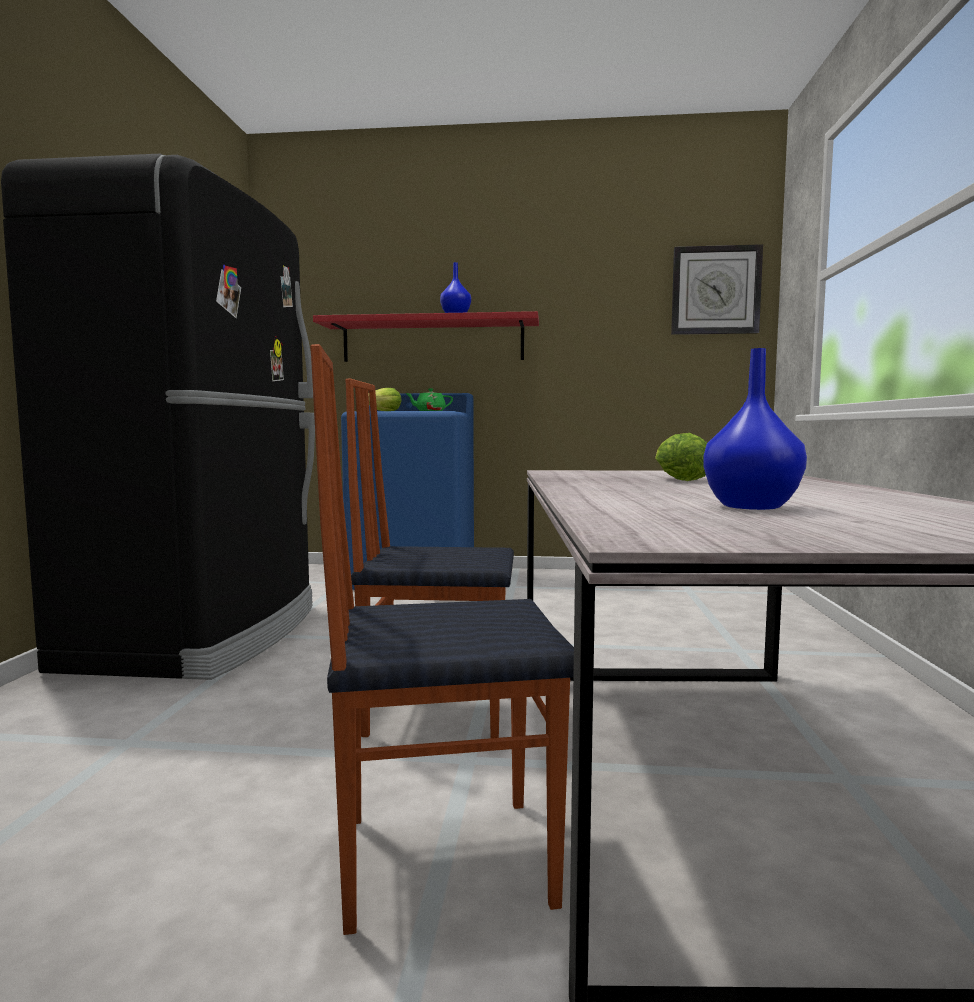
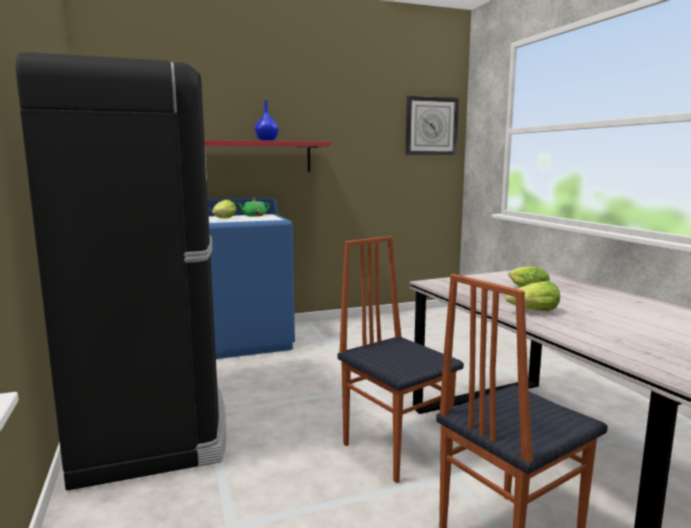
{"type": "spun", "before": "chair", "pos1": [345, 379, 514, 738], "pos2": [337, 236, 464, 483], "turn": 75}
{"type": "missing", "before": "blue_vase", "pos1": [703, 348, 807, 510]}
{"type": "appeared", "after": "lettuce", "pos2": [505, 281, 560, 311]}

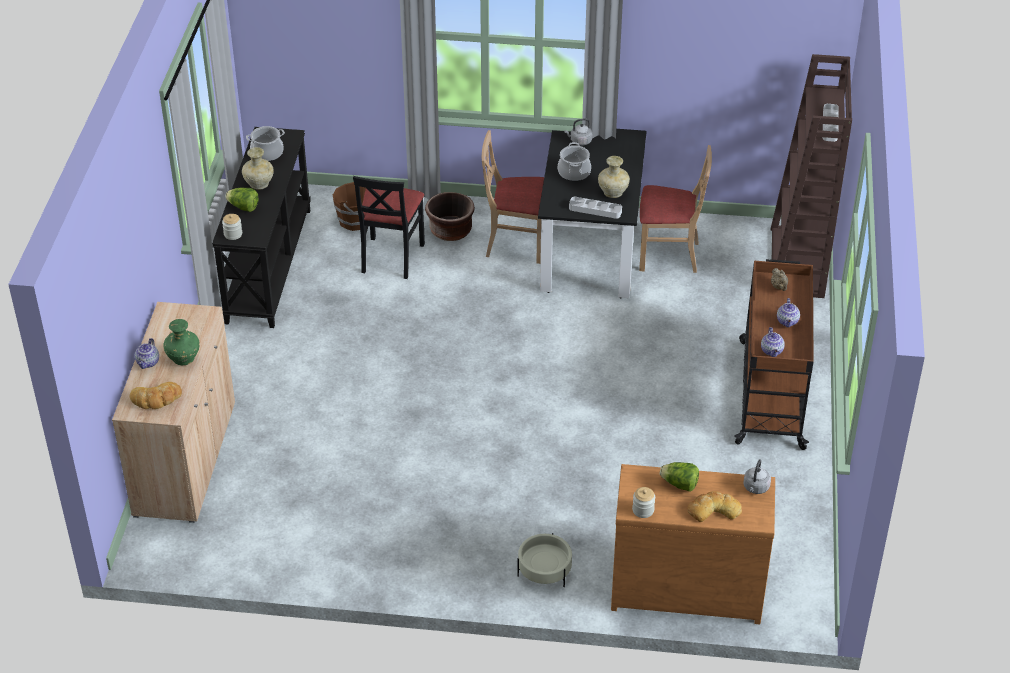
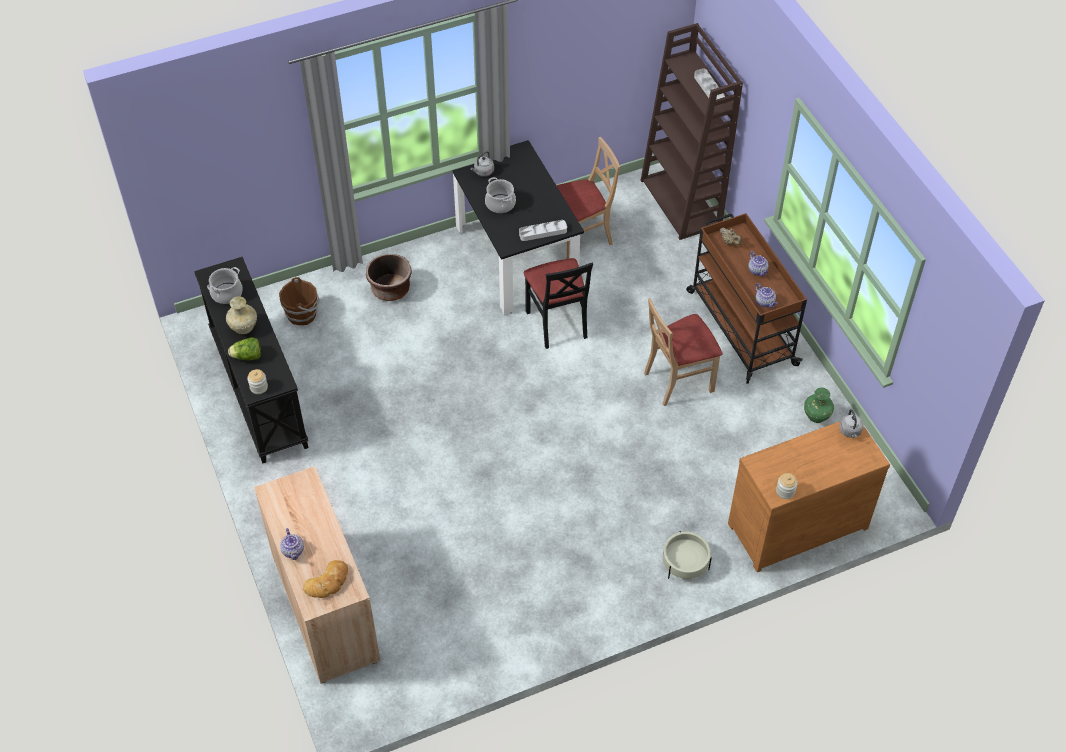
{"type": "relocated", "before": "green_vase", "pos1": [163, 319, 200, 365], "pos2": [804, 388, 834, 423]}
{"type": "relocated", "before": "black_chair", "pos1": [353, 176, 425, 279], "pos2": [524, 258, 593, 349]}
{"type": "relocated", "before": "beige_chair", "pos1": [482, 130, 544, 264], "pos2": [644, 298, 722, 406]}
{"type": "missing", "before": "beige_vase", "pos1": [598, 156, 630, 198]}
{"type": "missing", "before": "lettuce", "pos1": [660, 462, 699, 492]}
{"type": "missing", "before": "bread", "pos1": [687, 491, 742, 522]}

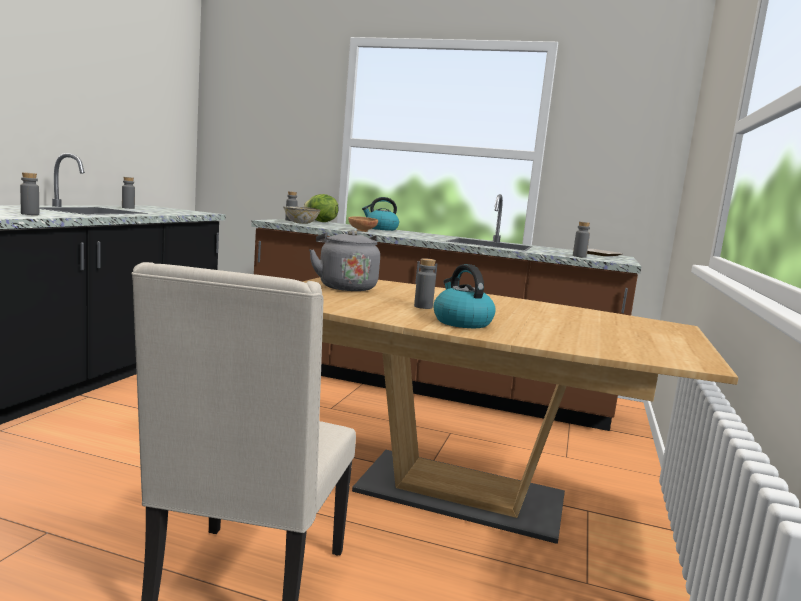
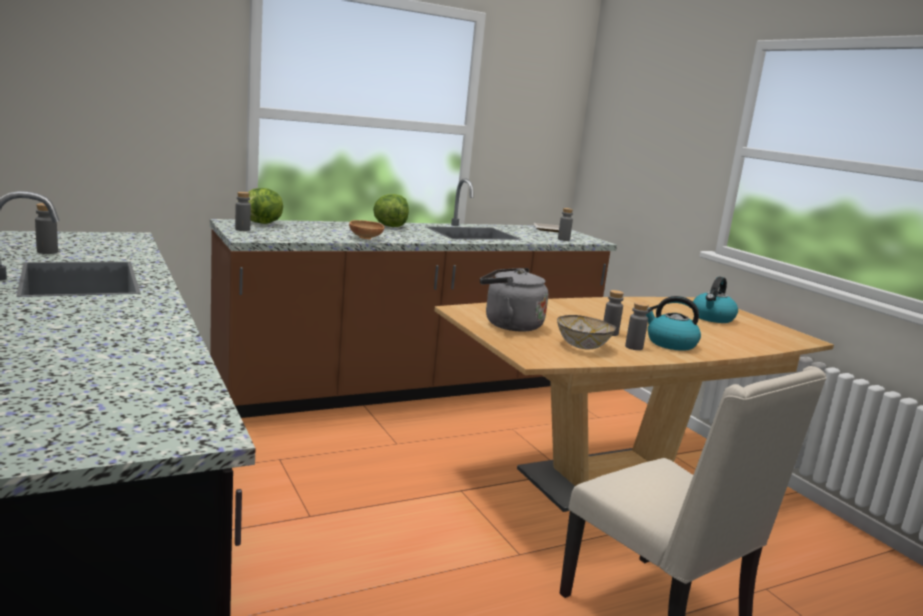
{"type": "relocated", "before": "grey_bottle", "pos1": [20, 172, 39, 215], "pos2": [625, 302, 649, 350]}
{"type": "relocated", "before": "bowl", "pos1": [283, 206, 321, 224], "pos2": [557, 315, 616, 349]}
{"type": "relocated", "before": "kettle", "pos1": [362, 197, 399, 231], "pos2": [693, 277, 738, 323]}
{"type": "appeared", "after": "lettuce", "pos2": [373, 194, 409, 227]}

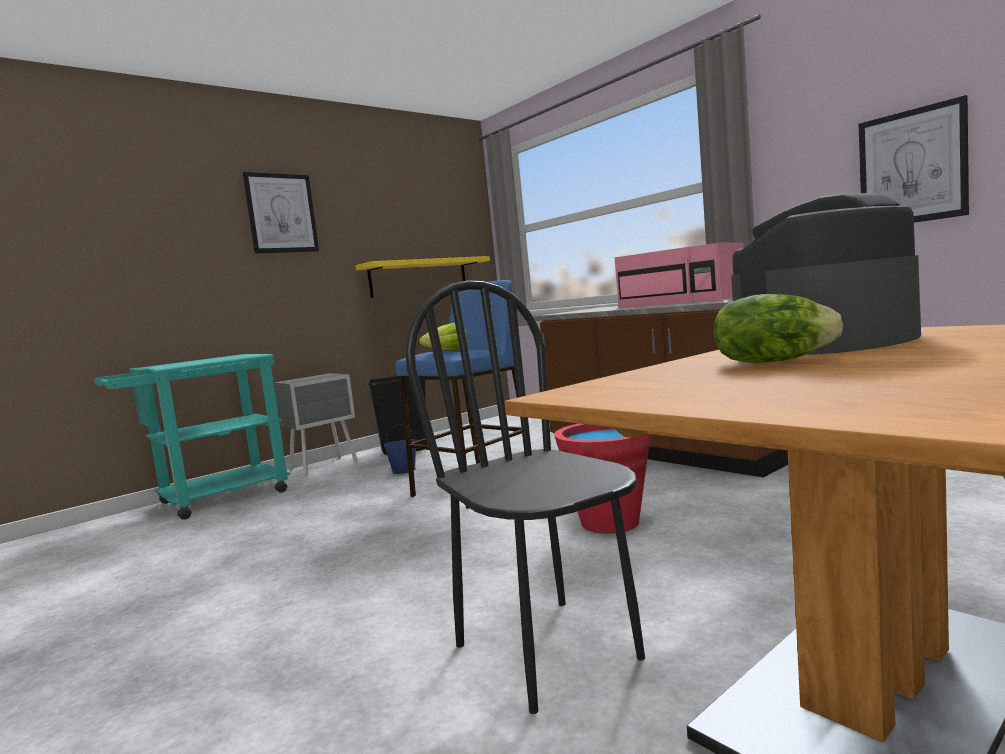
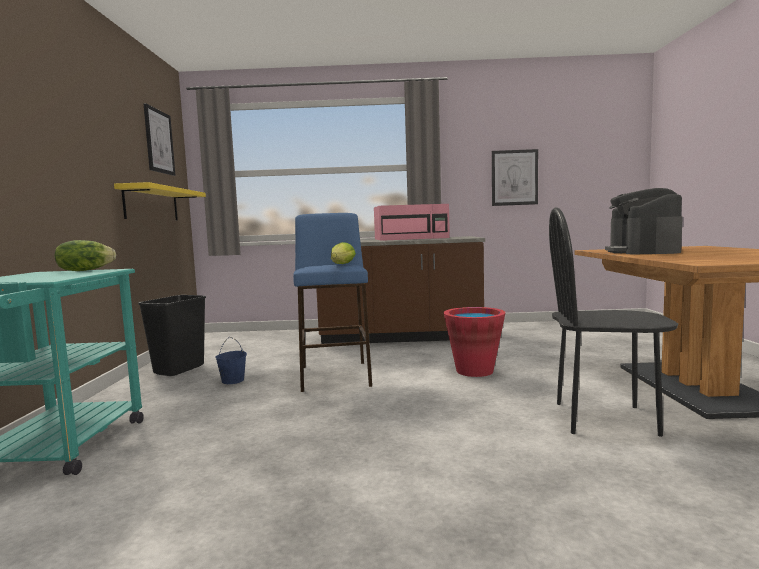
{"type": "relocated", "before": "picture", "pos1": [243, 172, 319, 253], "pos2": [144, 103, 175, 176]}
{"type": "missing", "before": "grey_nightstand", "pos1": [274, 373, 358, 476]}
{"type": "relocated", "before": "lettuce", "pos1": [714, 294, 843, 363], "pos2": [54, 240, 116, 271]}

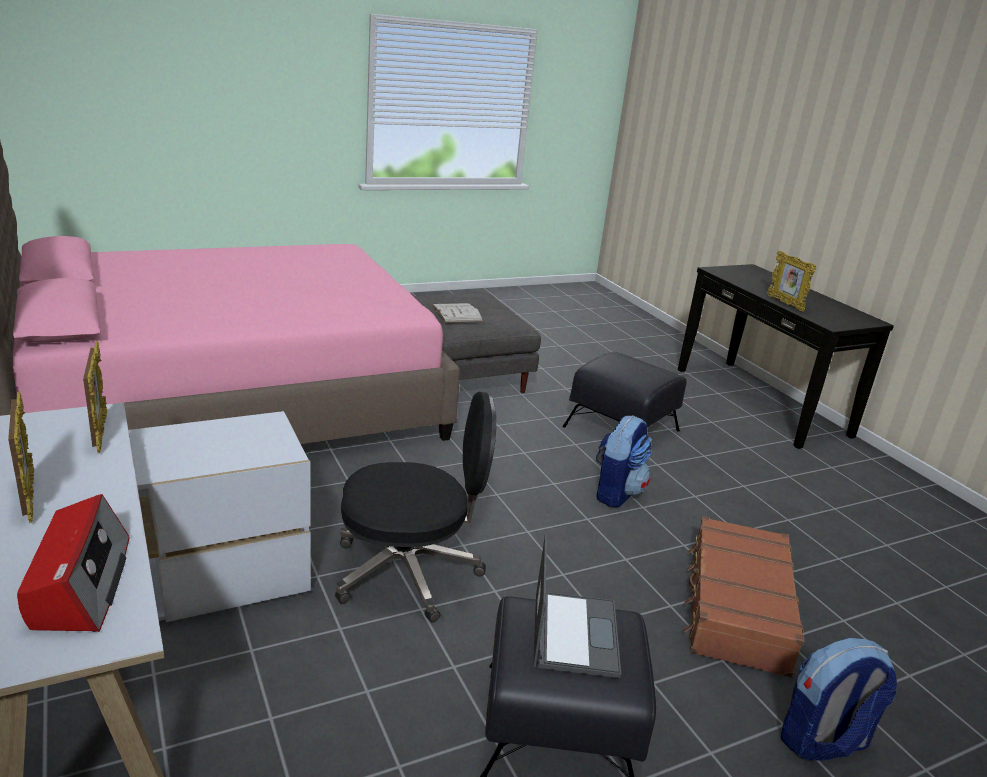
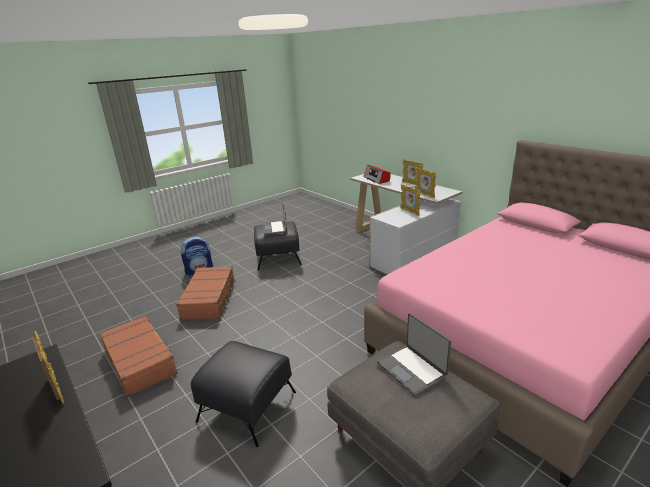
{"type": "missing", "before": "black_office_chair", "pos1": [335, 392, 496, 622]}
{"type": "exchanged", "before": "white_book", "after": "laptop", "pos1": [432, 303, 483, 323], "pos2": [377, 313, 451, 396]}
{"type": "missing", "before": "backpack", "pos1": [596, 415, 652, 507]}
{"type": "appeared", "after": "brown_suitcase", "pos2": [99, 316, 177, 397]}
{"type": "appeared", "after": "picture_frame", "pos2": [400, 184, 421, 216]}

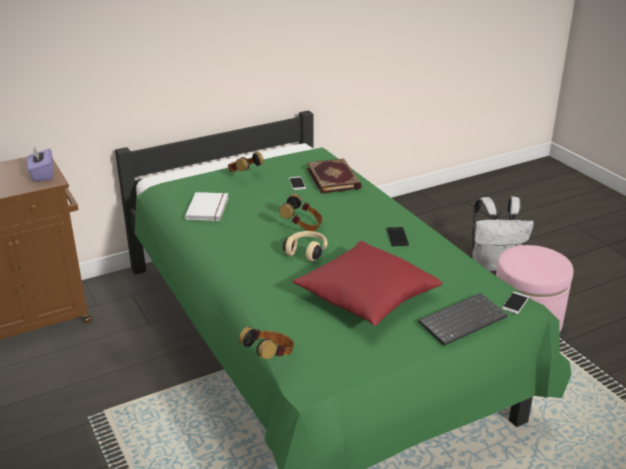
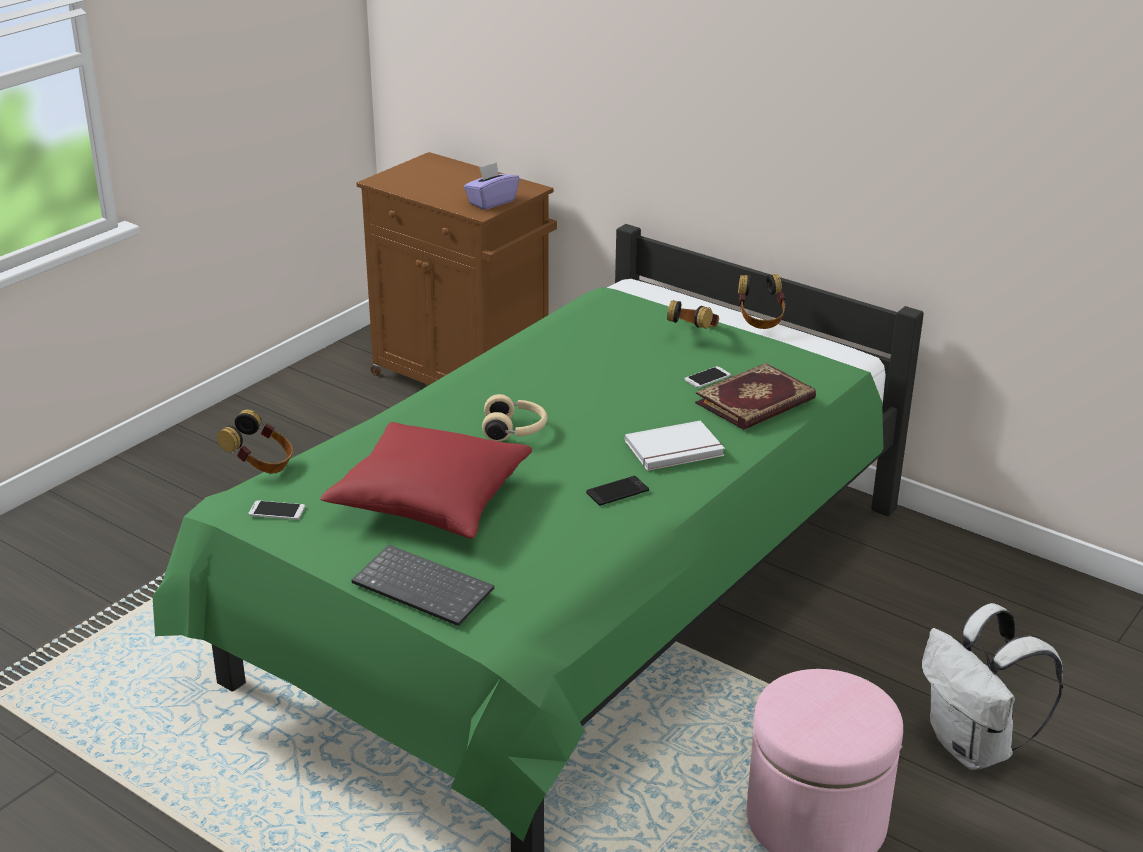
{"type": "relocated", "before": "white_book", "pos1": [185, 192, 228, 221], "pos2": [625, 420, 725, 471]}
{"type": "relocated", "before": "headphones", "pos1": [279, 194, 323, 231], "pos2": [738, 274, 786, 329]}
{"type": "relocated", "before": "phone", "pos1": [502, 292, 529, 314], "pos2": [249, 500, 305, 520]}

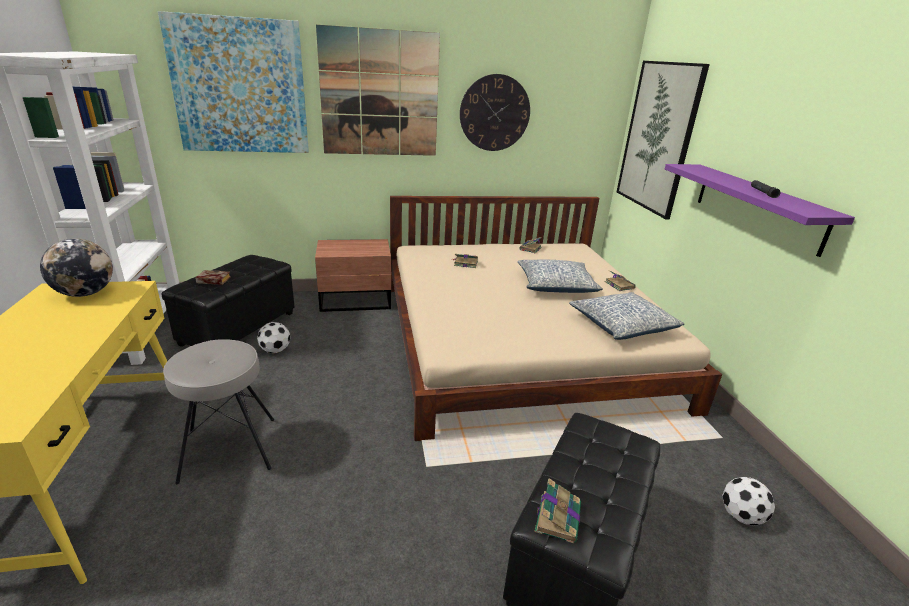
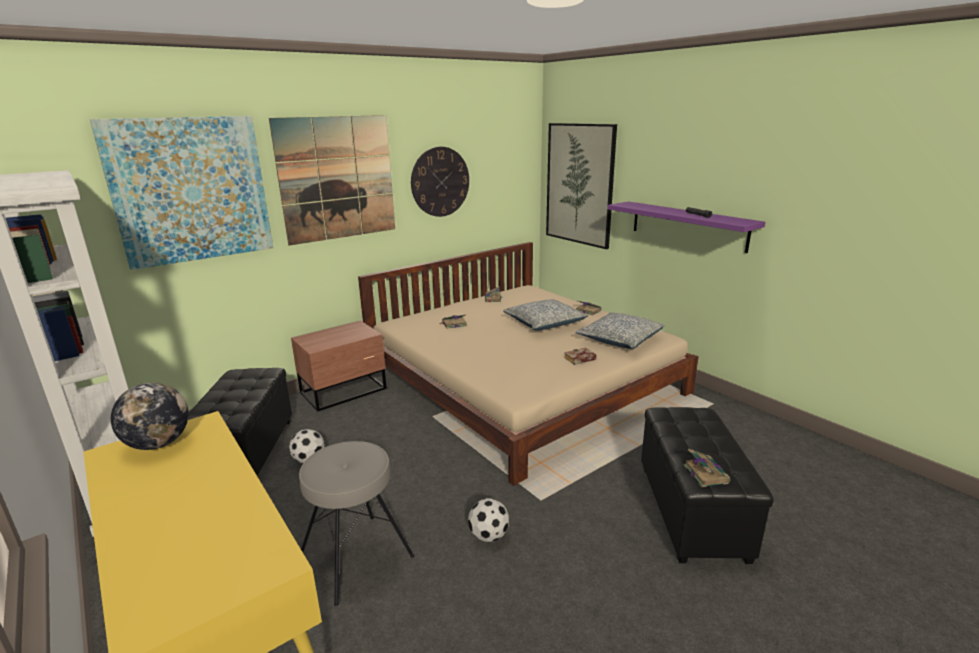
{"type": "relocated", "before": "book", "pos1": [195, 270, 231, 285], "pos2": [564, 348, 597, 365]}
{"type": "relocated", "before": "football", "pos1": [723, 477, 775, 525], "pos2": [468, 498, 509, 542]}

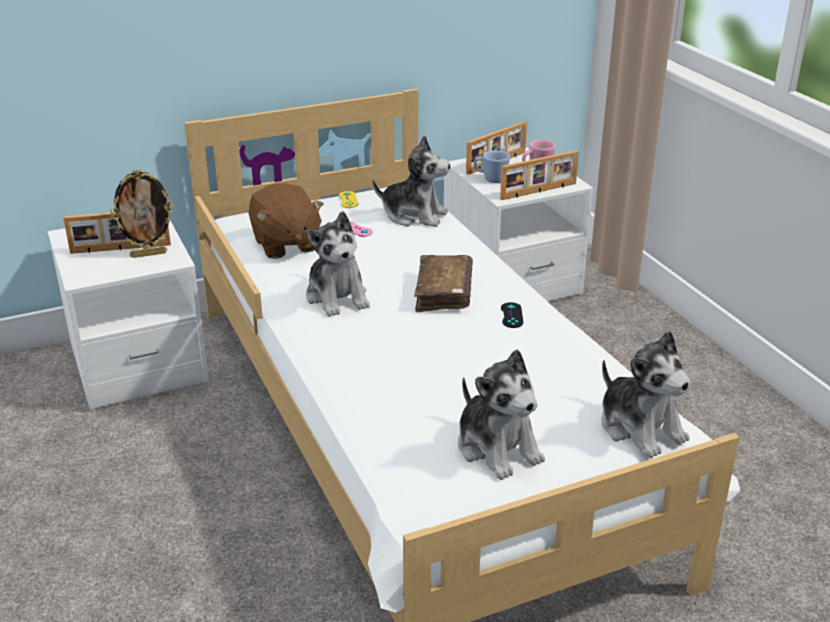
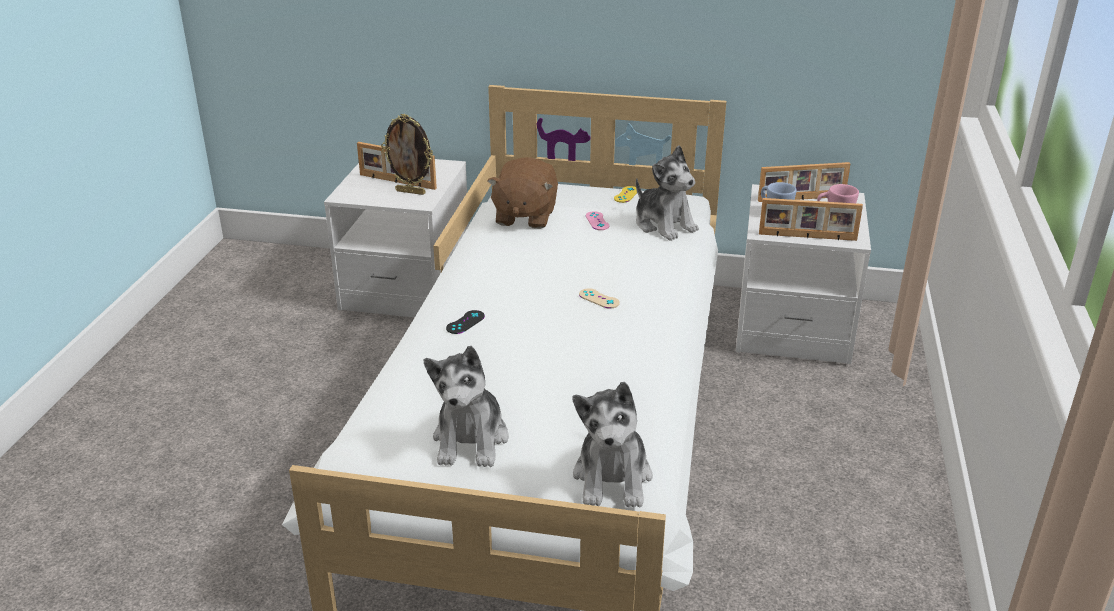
{"type": "missing", "before": "plush_toy", "pos1": [306, 211, 370, 317]}
{"type": "exchanged", "before": "brown_book", "after": "beige_game_controller", "pos1": [414, 255, 473, 312], "pos2": [579, 288, 620, 308]}
{"type": "relocated", "before": "black_game_controller", "pos1": [501, 302, 523, 328], "pos2": [446, 310, 485, 334]}

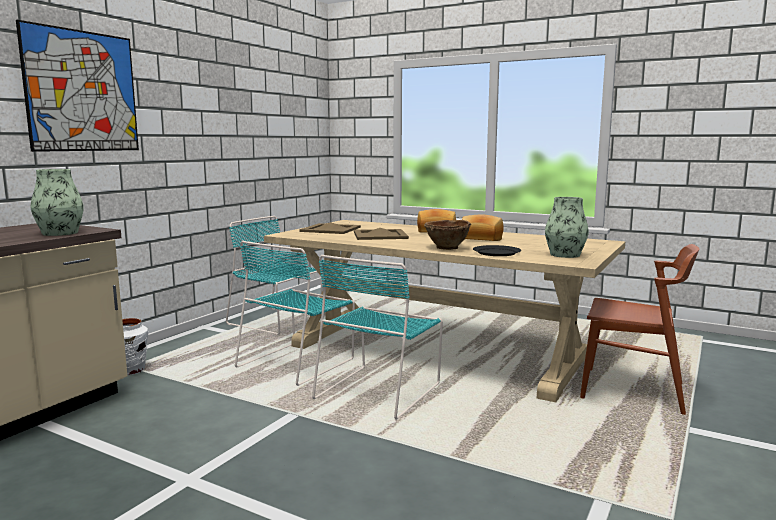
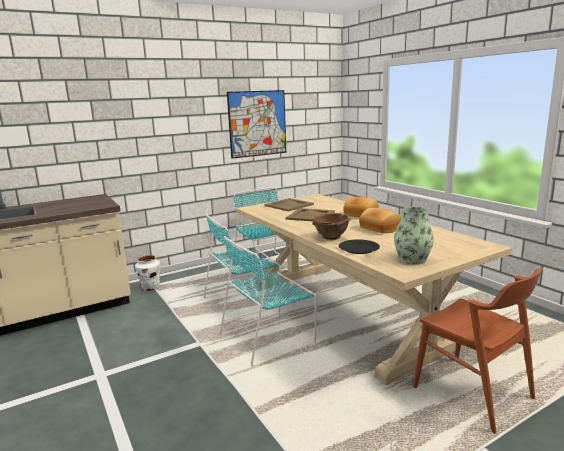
{"type": "relocated", "before": "picture", "pos1": [16, 20, 139, 152], "pos2": [227, 90, 286, 159]}
{"type": "missing", "before": "vase", "pos1": [31, 169, 84, 236]}

